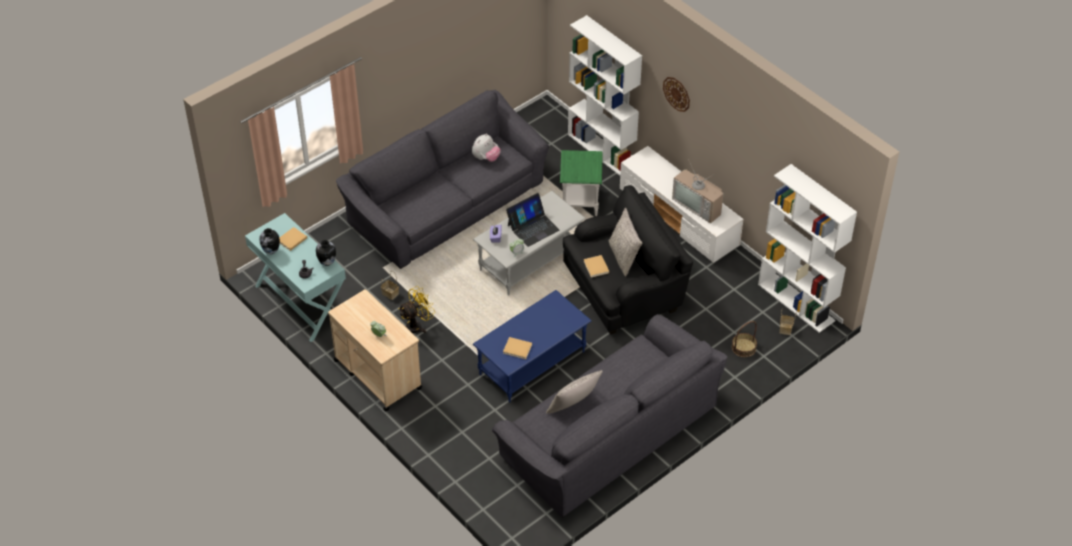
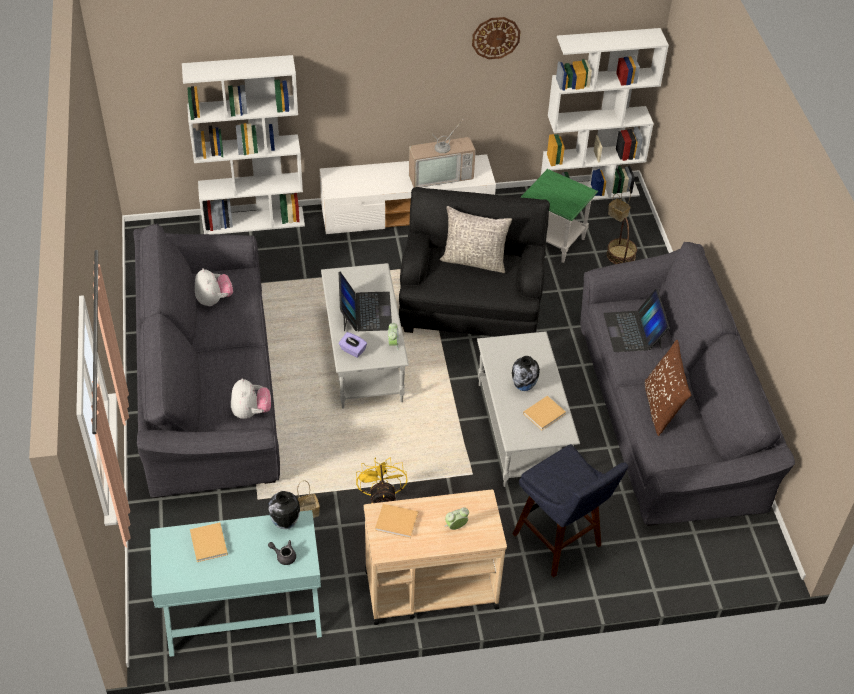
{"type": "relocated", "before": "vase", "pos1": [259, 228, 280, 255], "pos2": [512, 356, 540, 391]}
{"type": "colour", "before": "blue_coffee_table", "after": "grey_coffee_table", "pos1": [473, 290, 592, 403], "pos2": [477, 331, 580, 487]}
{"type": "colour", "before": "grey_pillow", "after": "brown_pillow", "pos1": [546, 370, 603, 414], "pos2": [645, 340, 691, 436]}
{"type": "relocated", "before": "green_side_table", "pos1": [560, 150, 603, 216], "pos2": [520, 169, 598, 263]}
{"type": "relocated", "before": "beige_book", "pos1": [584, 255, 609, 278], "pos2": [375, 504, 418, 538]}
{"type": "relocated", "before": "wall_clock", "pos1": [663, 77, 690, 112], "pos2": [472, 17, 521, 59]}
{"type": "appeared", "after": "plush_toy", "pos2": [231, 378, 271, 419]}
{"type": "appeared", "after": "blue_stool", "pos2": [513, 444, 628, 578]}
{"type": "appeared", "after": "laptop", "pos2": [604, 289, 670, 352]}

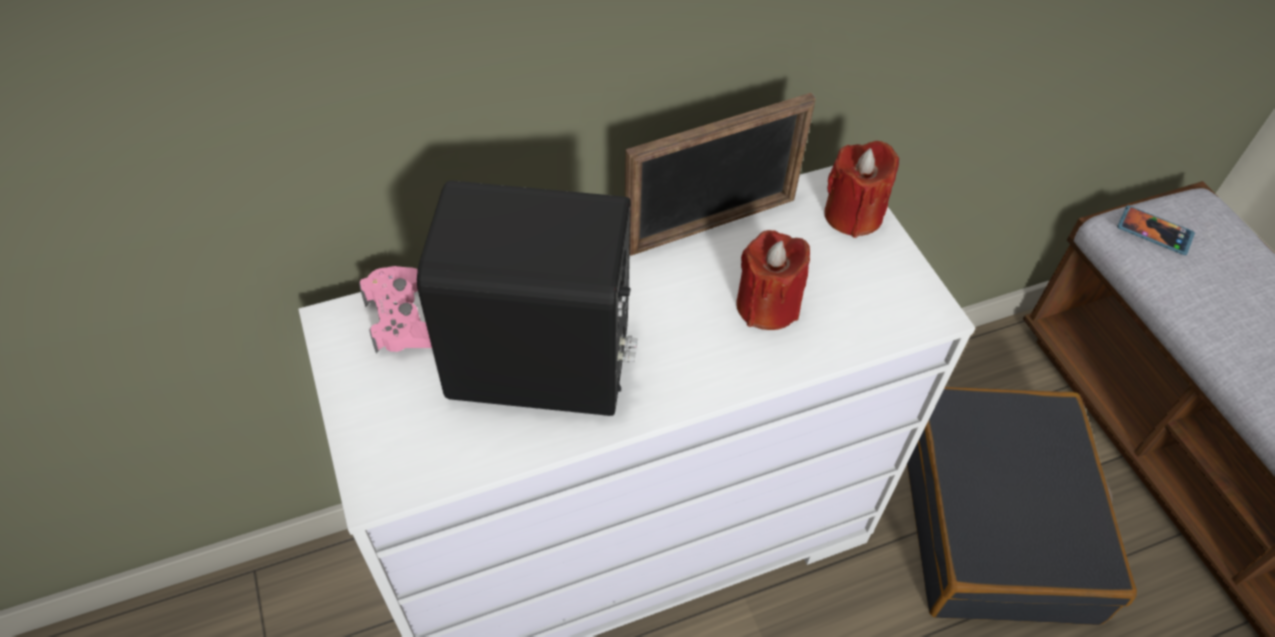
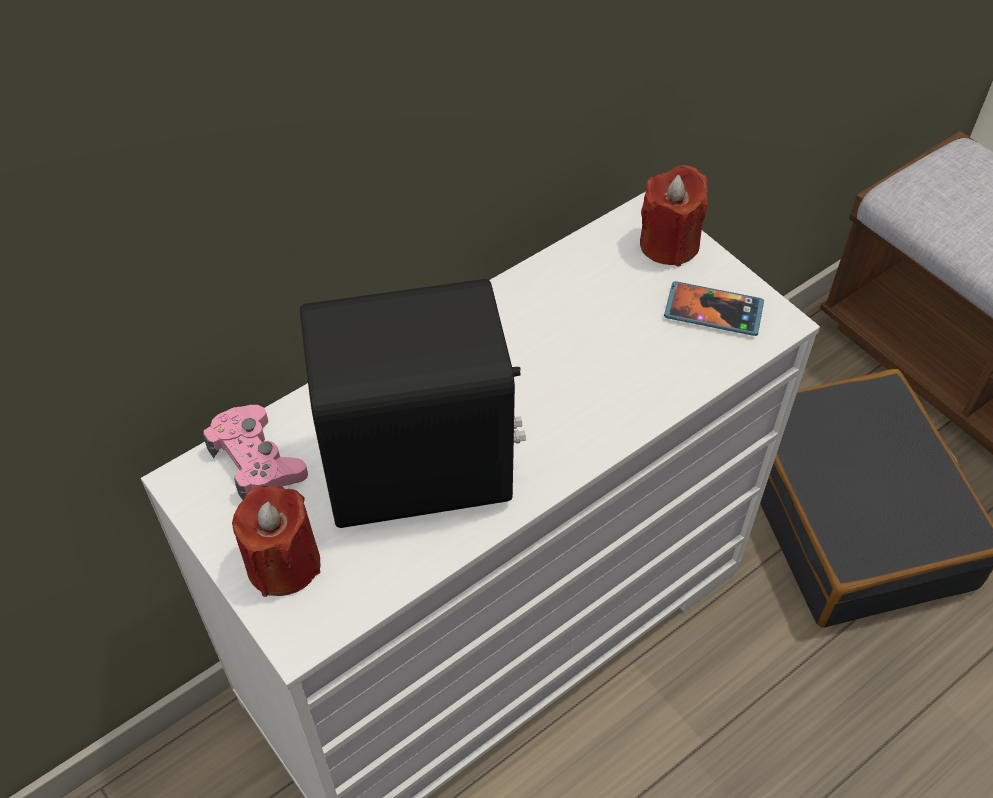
{"type": "missing", "before": "picture_frame", "pos1": [625, 92, 816, 256]}
{"type": "relocated", "before": "red_candle", "pos1": [736, 230, 810, 330], "pos2": [232, 486, 321, 597]}
{"type": "relocated", "before": "phone", "pos1": [1117, 205, 1195, 255], "pos2": [664, 281, 764, 336]}

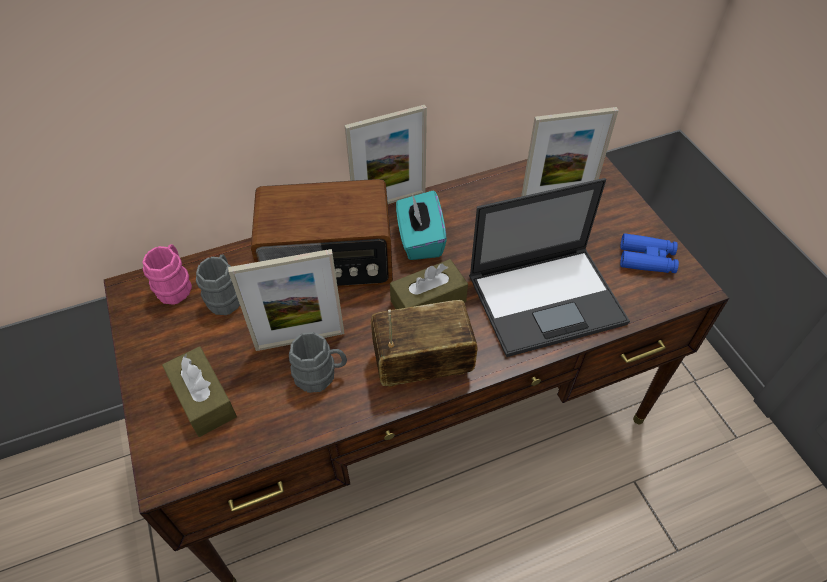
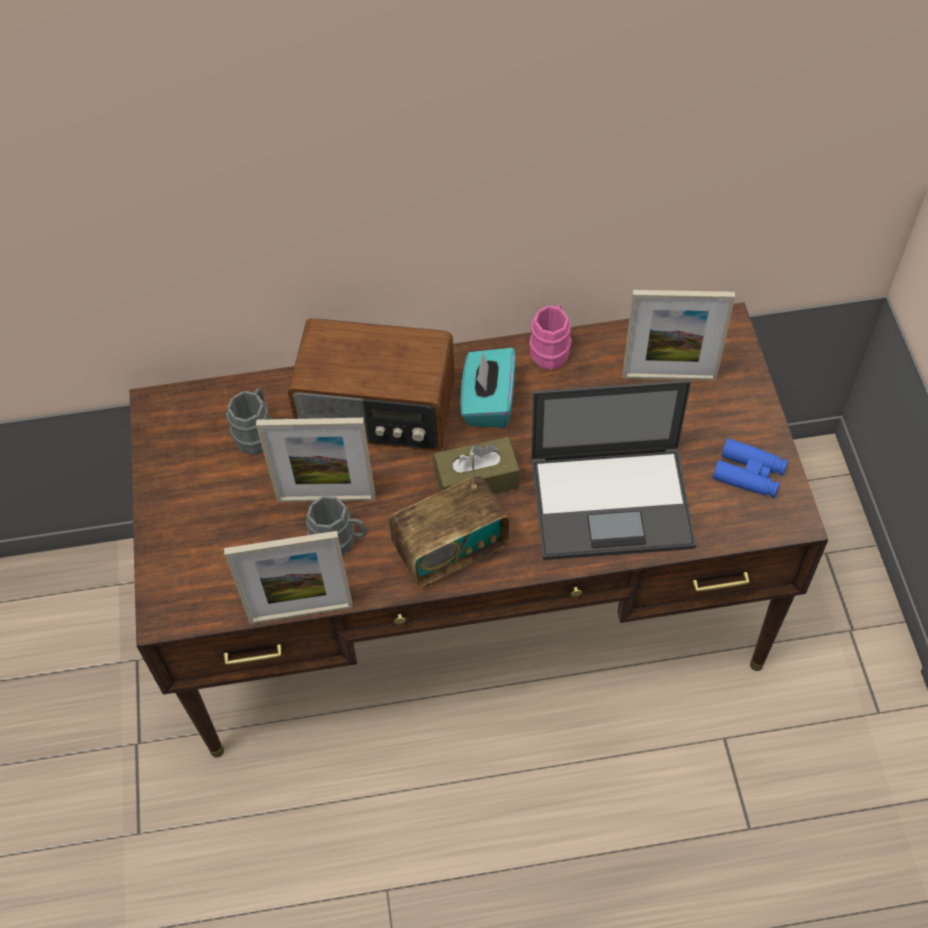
{"type": "relocated", "before": "pink_mug", "pos1": [143, 244, 192, 305], "pos2": [529, 304, 572, 370]}
{"type": "missing", "before": "brown_tissue_box", "pos1": [162, 346, 237, 437]}
{"type": "relocated", "before": "picture_frame", "pos1": [345, 105, 427, 204], "pos2": [224, 531, 353, 624]}
{"type": "spun", "before": "radio", "pos1": [371, 300, 478, 387], "pos2": [389, 453, 509, 587], "turn": 150}

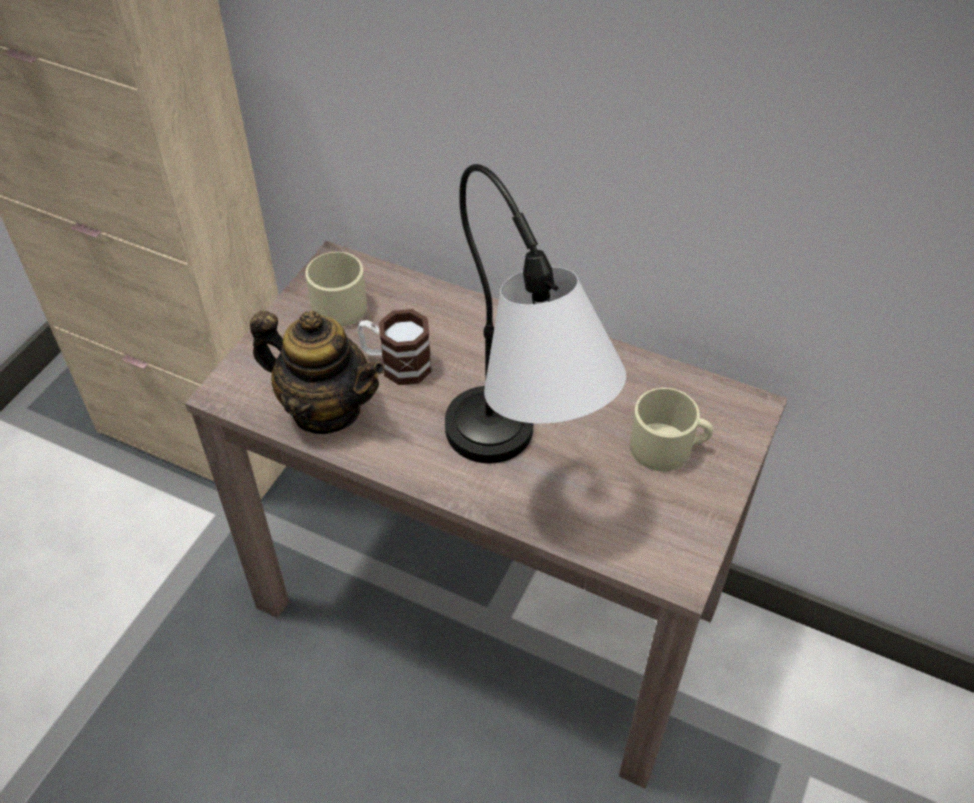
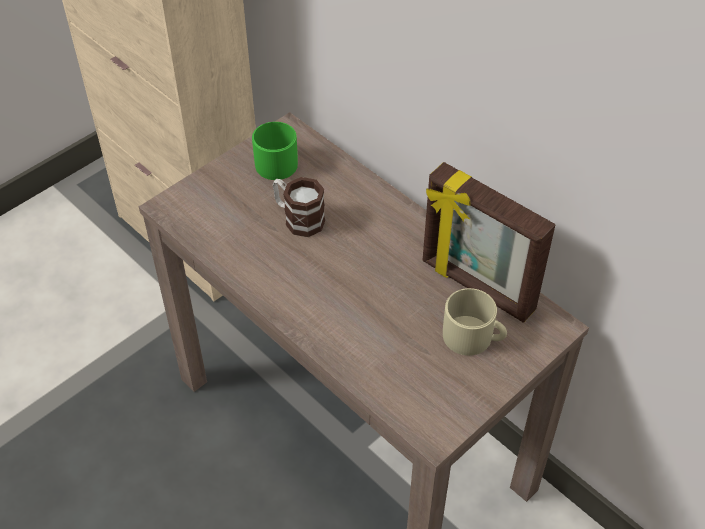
{"type": "missing", "before": "teapot", "pos1": [250, 310, 384, 434]}
{"type": "colour", "before": "beige_mug", "after": "green_mug", "pos1": [306, 252, 367, 326], "pos2": [252, 122, 298, 180]}
{"type": "missing", "before": "table_lamp", "pos1": [445, 164, 626, 463]}
{"type": "appeared", "after": "picture_frame", "pos2": [423, 162, 555, 323]}

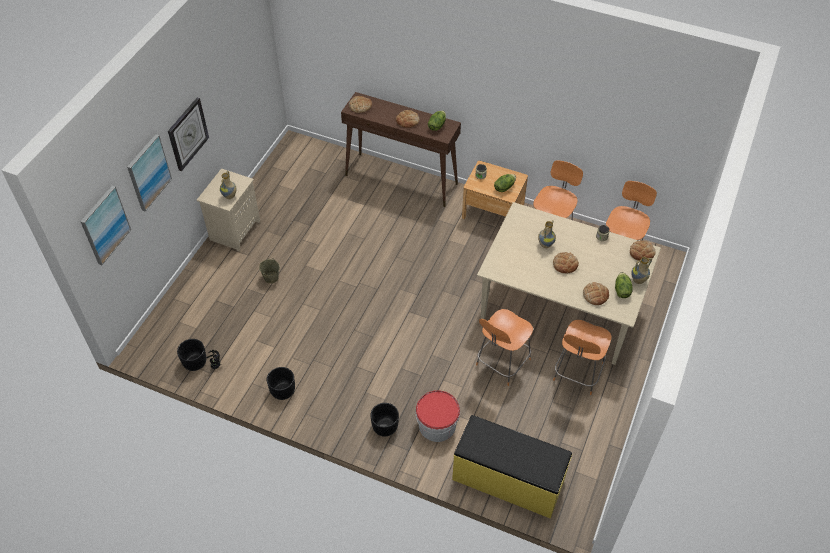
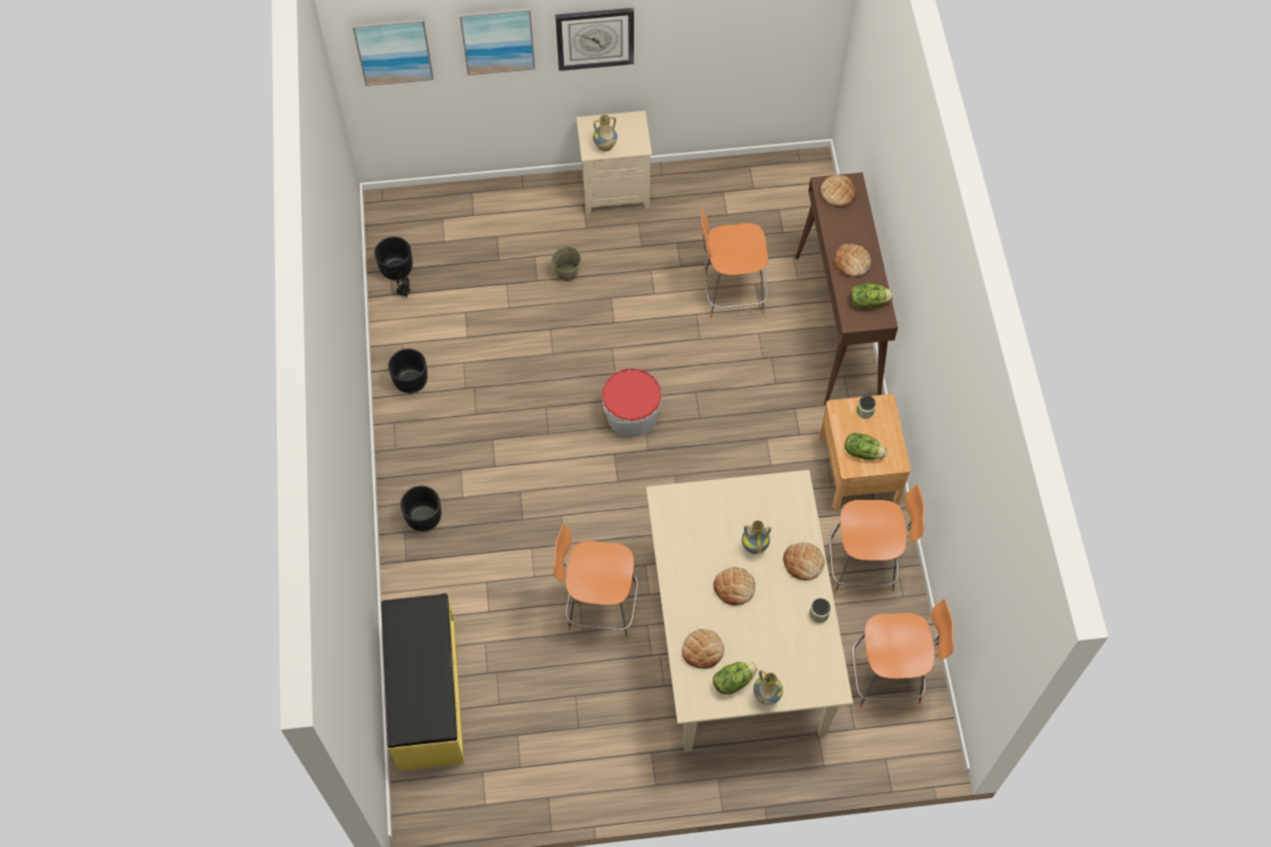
{"type": "relocated", "before": "bucket", "pos1": [416, 390, 460, 442], "pos2": [602, 368, 662, 437]}
{"type": "relocated", "before": "orange_chair", "pos1": [553, 320, 611, 395], "pos2": [701, 206, 768, 318]}
{"type": "relocated", "before": "bread", "pos1": [630, 240, 655, 261], "pos2": [783, 542, 825, 580]}

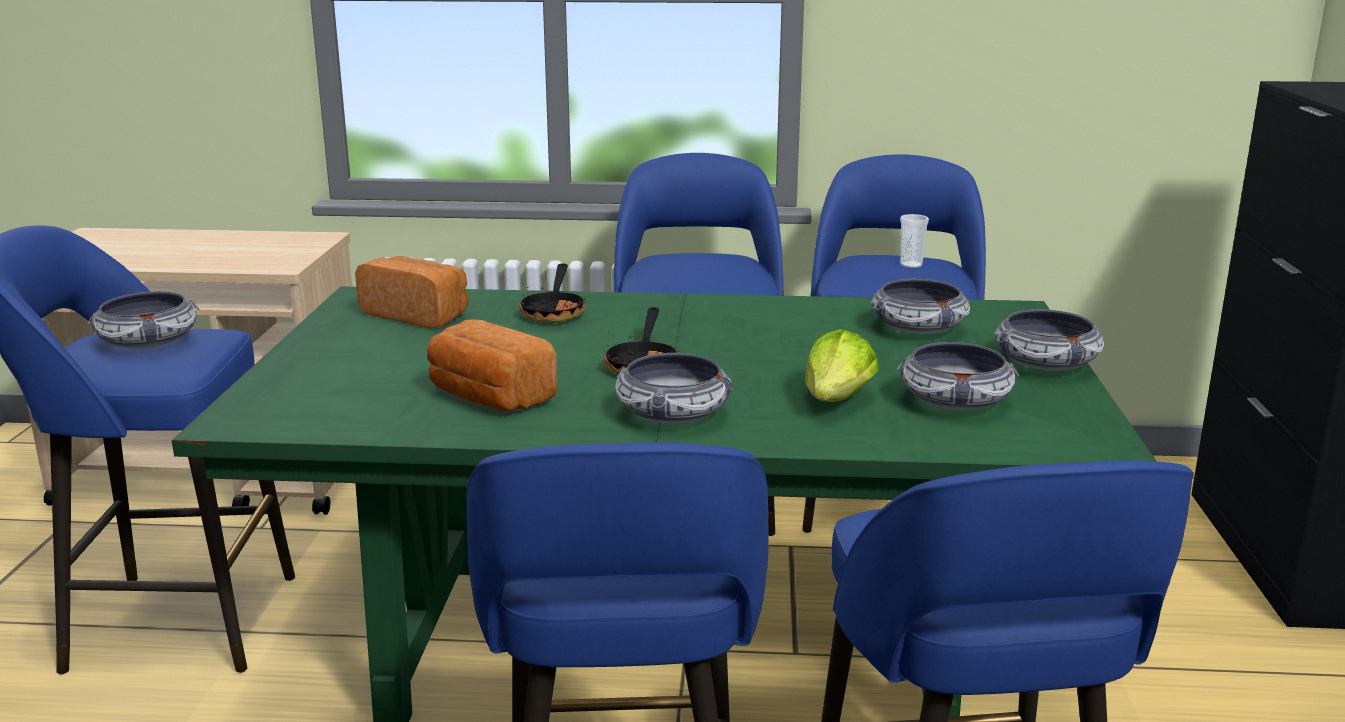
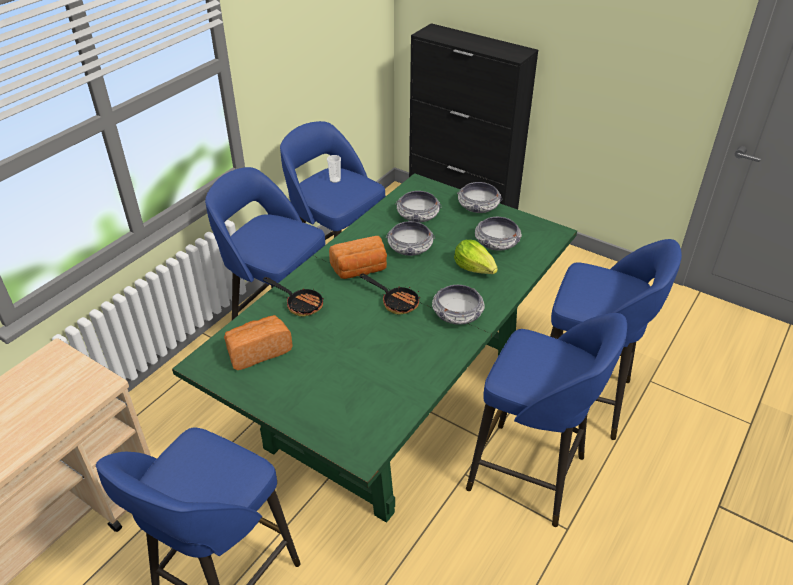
{"type": "relocated", "before": "bowl", "pos1": [88, 291, 199, 348], "pos2": [386, 221, 435, 256]}
{"type": "relocated", "before": "bread", "pos1": [427, 320, 557, 412], "pos2": [329, 236, 387, 279]}

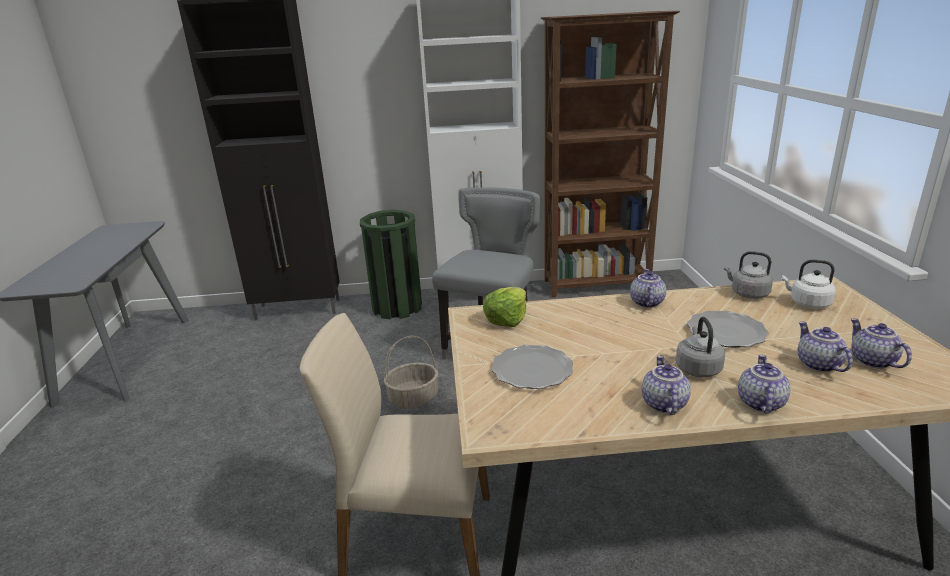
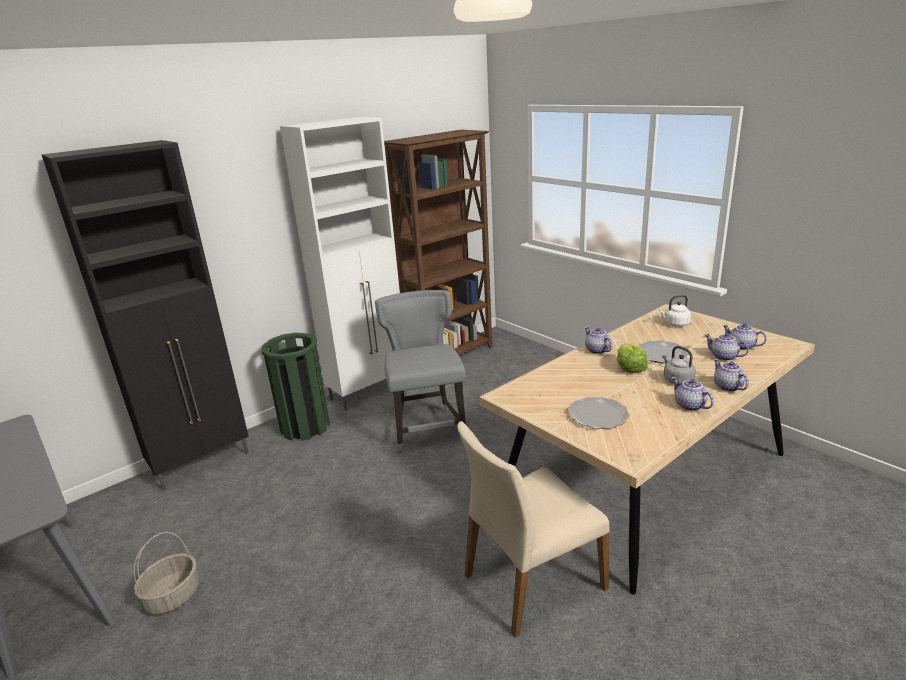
{"type": "relocated", "before": "basket", "pos1": [384, 336, 439, 409], "pos2": [134, 532, 199, 614]}
{"type": "relocated", "before": "lettuce", "pos1": [483, 287, 526, 327], "pos2": [617, 343, 648, 373]}
{"type": "missing", "before": "grey_kettle", "pos1": [724, 251, 773, 299]}

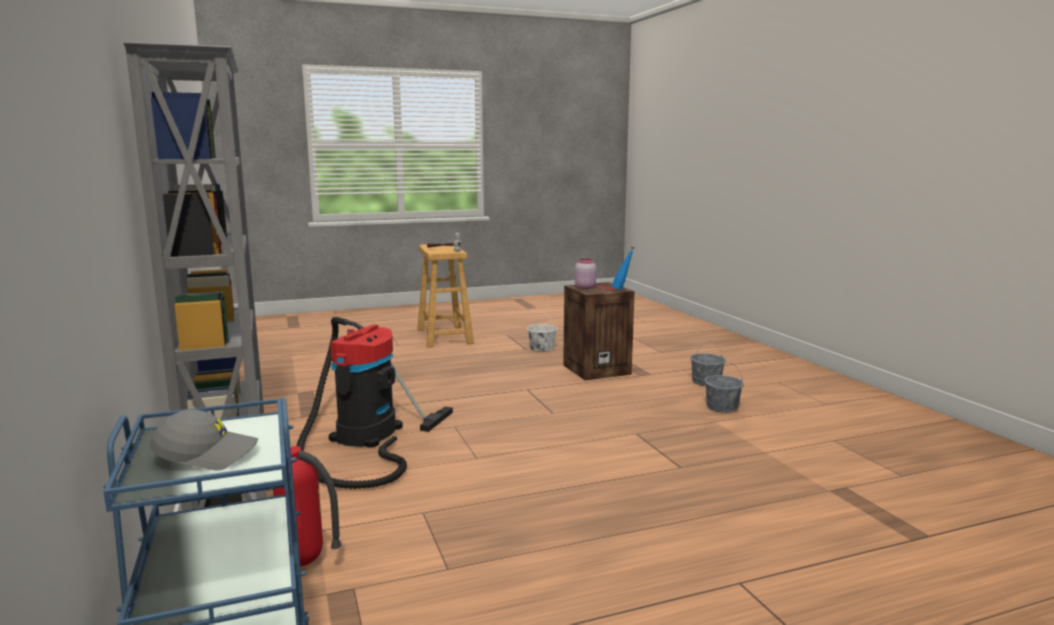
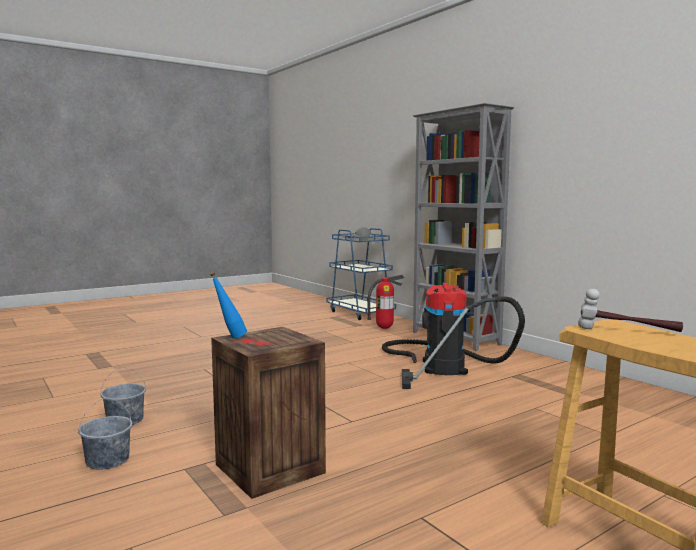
{"type": "missing", "before": "white_bucket", "pos1": [527, 312, 557, 352]}
{"type": "missing", "before": "pink_jar", "pos1": [575, 258, 596, 289]}

